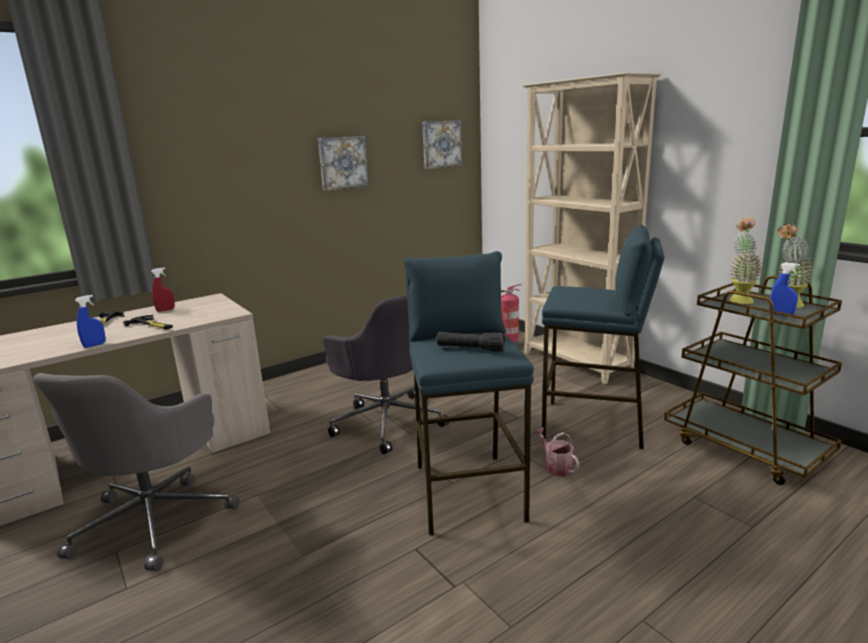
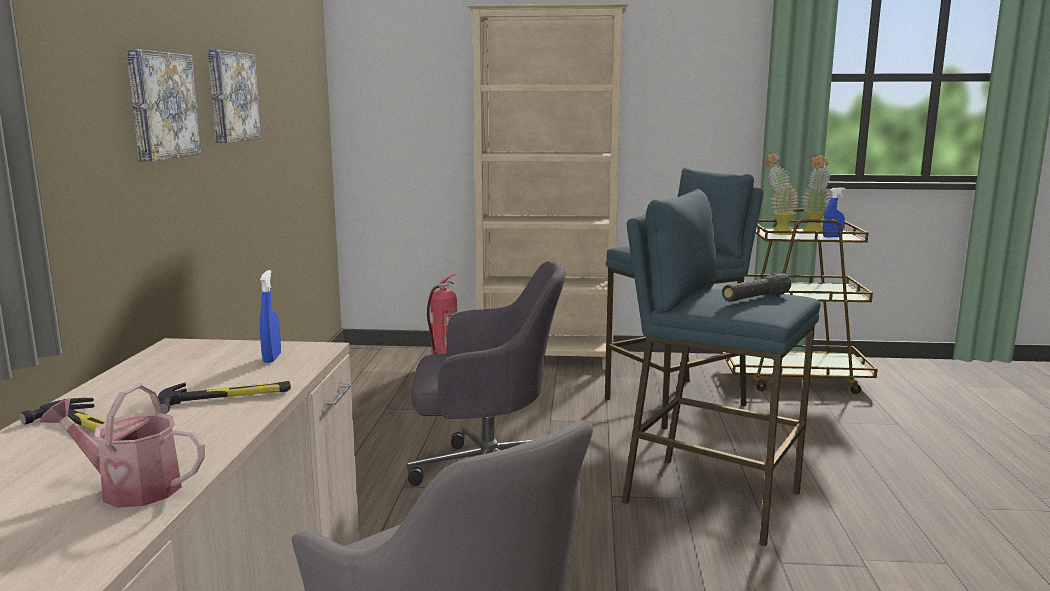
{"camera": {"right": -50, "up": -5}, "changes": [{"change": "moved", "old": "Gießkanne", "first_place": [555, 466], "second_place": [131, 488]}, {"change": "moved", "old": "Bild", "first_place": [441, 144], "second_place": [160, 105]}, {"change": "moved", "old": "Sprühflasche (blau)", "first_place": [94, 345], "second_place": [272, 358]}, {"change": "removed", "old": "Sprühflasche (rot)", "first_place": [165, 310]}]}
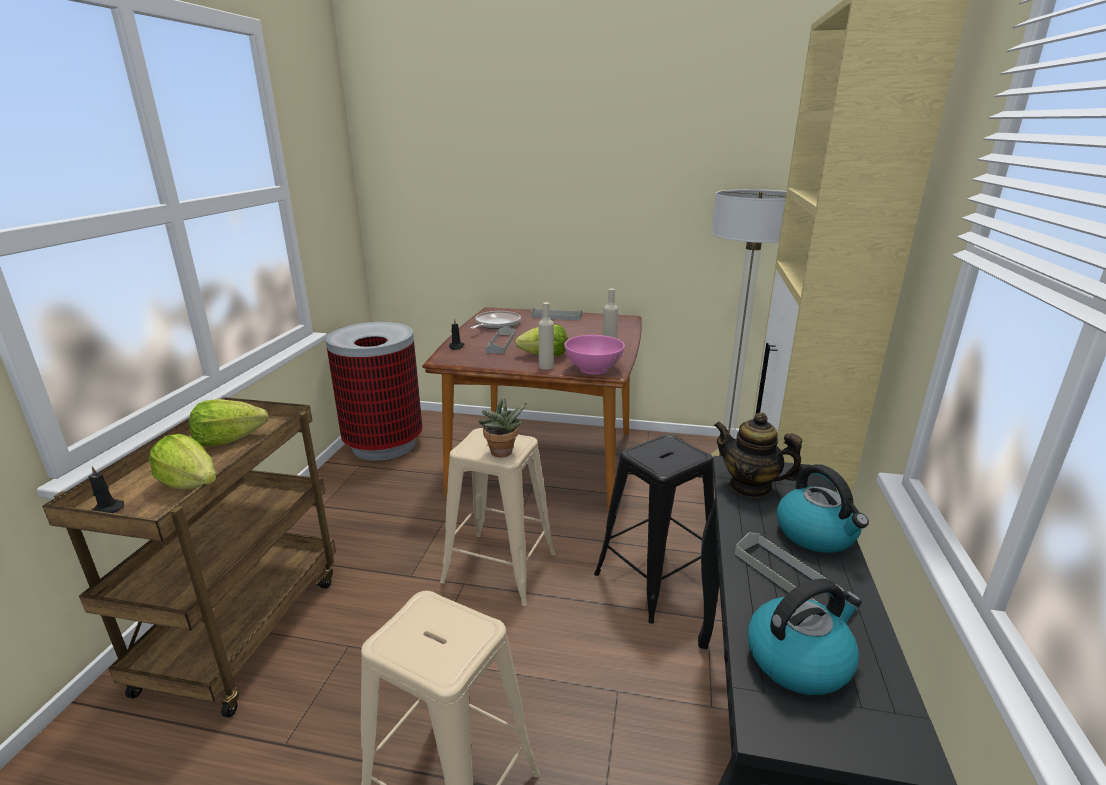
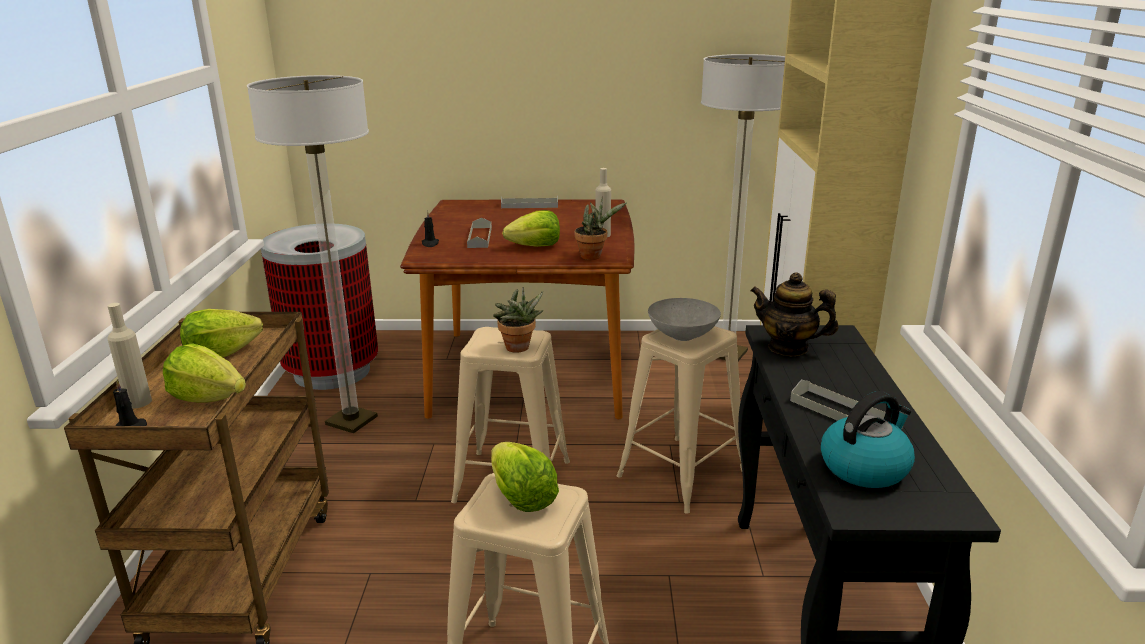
{"camera": {"right": -10, "up": 0}, "changes": [{"change": "moved", "old": "Flasche (beige)", "first_place": [546, 366], "second_place": [138, 402]}, {"change": "added", "new": "Stehlampe", "second_place": [351, 421]}, {"change": "added", "new": "Salatkopf", "second_place": [521, 497]}, {"change": "replaced", "old": "Schüssel (rosa)", "new": "Topfpflanze", "first_place": [593, 369], "second_place": [594, 256]}, {"change": "recoloured", "old": "Hocker (schwarz)", "new": "Hocker (beige)", "first_place": [655, 578], "second_place": [681, 473]}, {"change": "added", "new": "Schüssel (grau)", "second_place": [683, 336]}, {"change": "removed", "old": "Pfanne", "first_place": [496, 324]}, {"change": "removed", "old": "Wasserkessel", "first_place": [817, 534]}]}
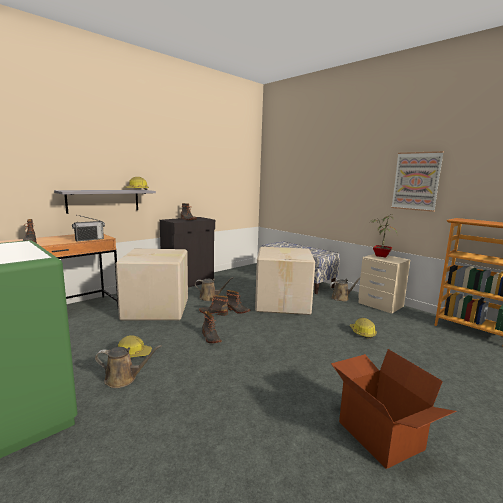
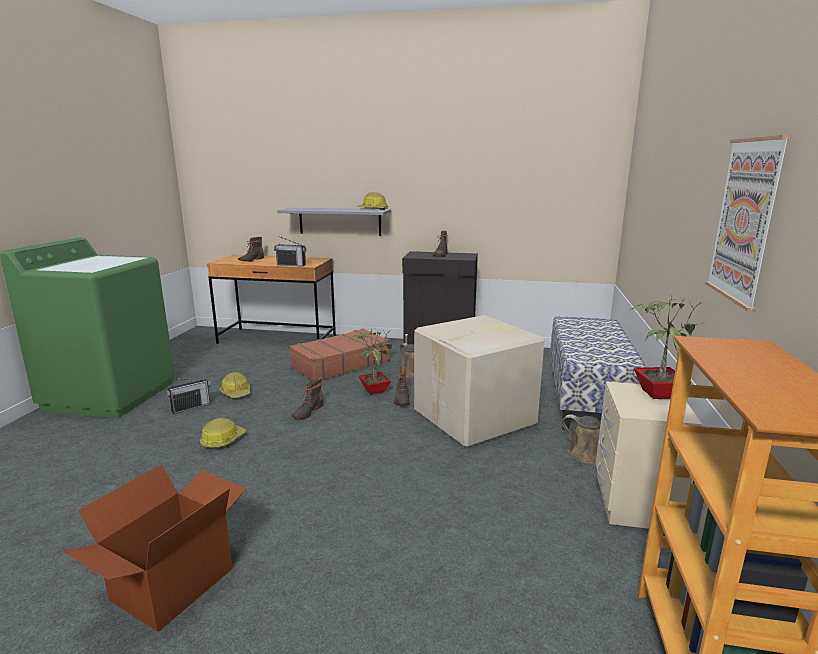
{"camera": {"right": 55, "up": 5}, "changes": [{"change": "replaced", "old": "Gießkanne (braun)", "new": "Radio", "first_place": [124, 379], "second_place": [191, 407]}, {"change": "moved", "old": "Schutzhelm", "first_place": [362, 333], "second_place": [222, 440]}, {"change": "replaced", "old": "Karton", "new": "Koffer (braun)", "first_place": [157, 309], "second_place": [340, 364]}, {"change": "replaced", "old": "Stiefel", "new": "Topfpflanze", "first_place": [213, 313], "second_place": [374, 390]}]}
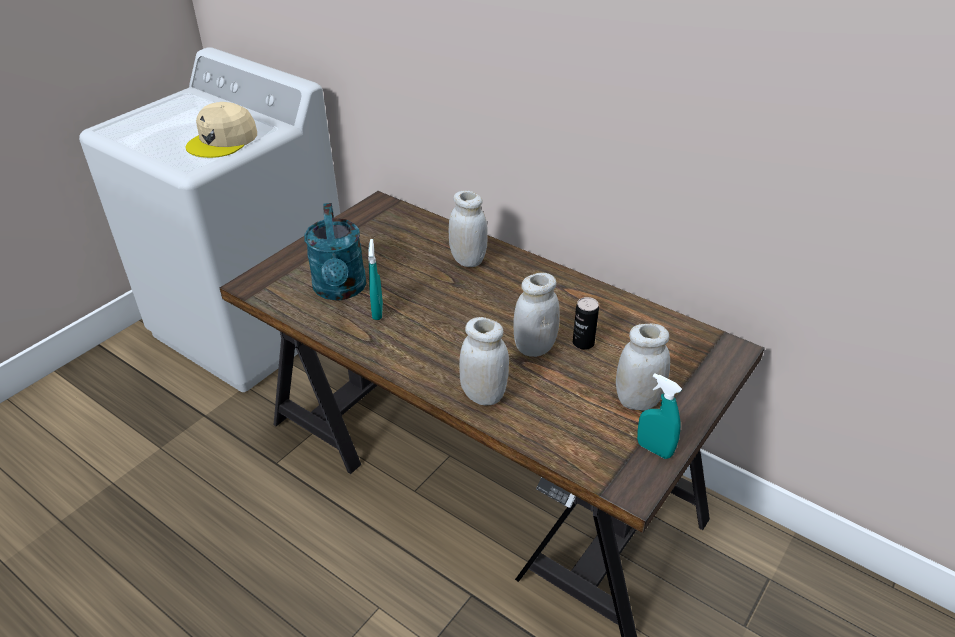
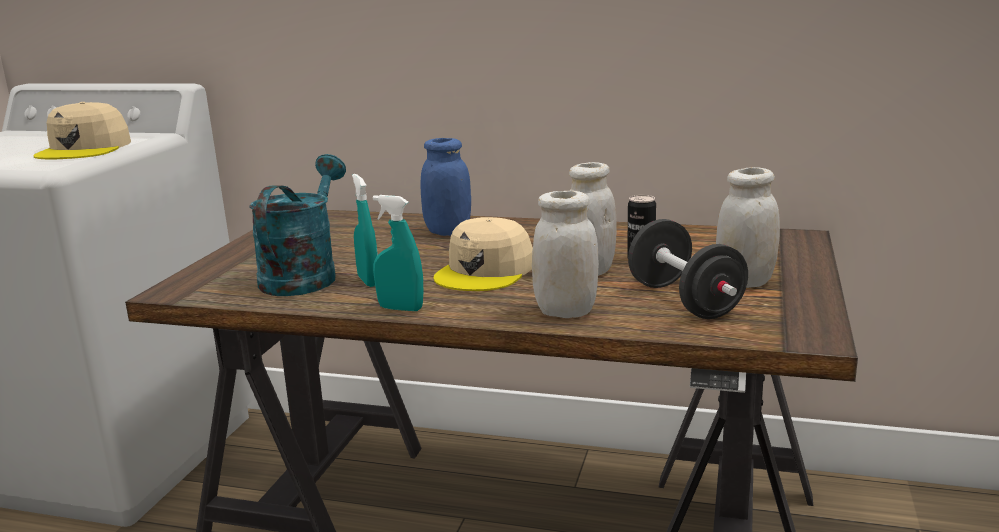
{"camera": {"right": -20, "up": -20}, "changes": [{"change": "turned", "old": "Gießkanne (türkis)", "first_place": [340, 290], "second_place": [304, 275], "degrees": -135}, {"change": "moved", "old": "Sprühflasche (türkis)", "first_place": [654, 449], "second_place": [400, 308]}, {"change": "recoloured", "old": "Vorratsglas (weiß)", "new": "Vorratsglas (blau)", "first_place": [468, 260], "second_place": [448, 232]}, {"change": "added", "new": "Kappe (beige)", "second_place": [485, 271]}, {"change": "added", "new": "Hantel (schwarz)", "second_place": [684, 301]}]}
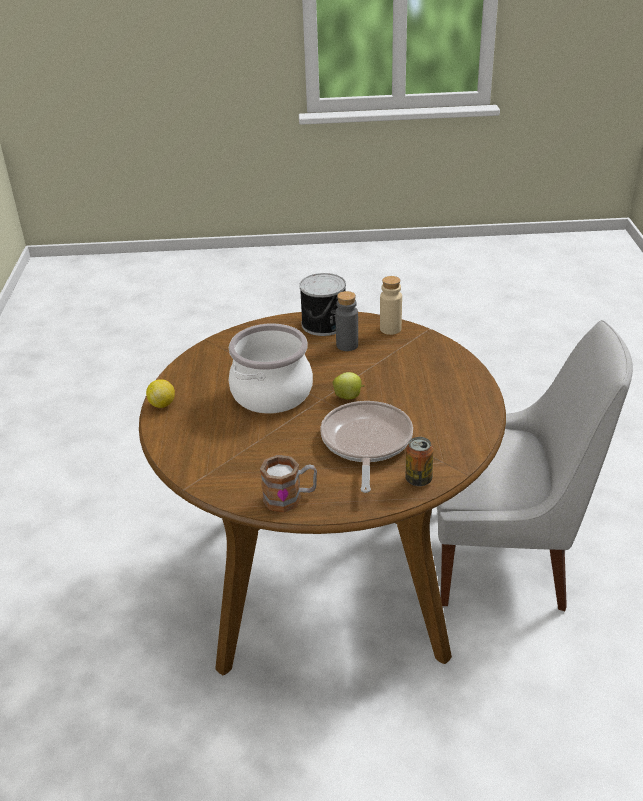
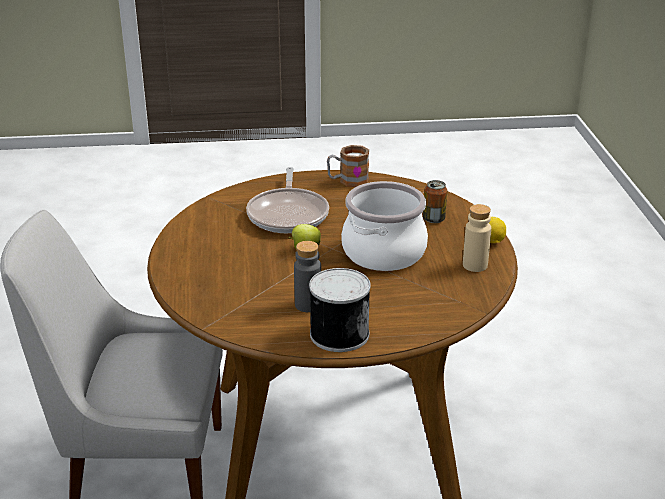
{"camera": {"right": 175, "up": -5}, "changes": [{"change": "moved", "old": "Dose", "first_place": [418, 479], "second_place": [434, 219]}, {"change": "moved", "old": "Flasche (beige)", "first_place": [390, 329], "second_place": [475, 265]}]}
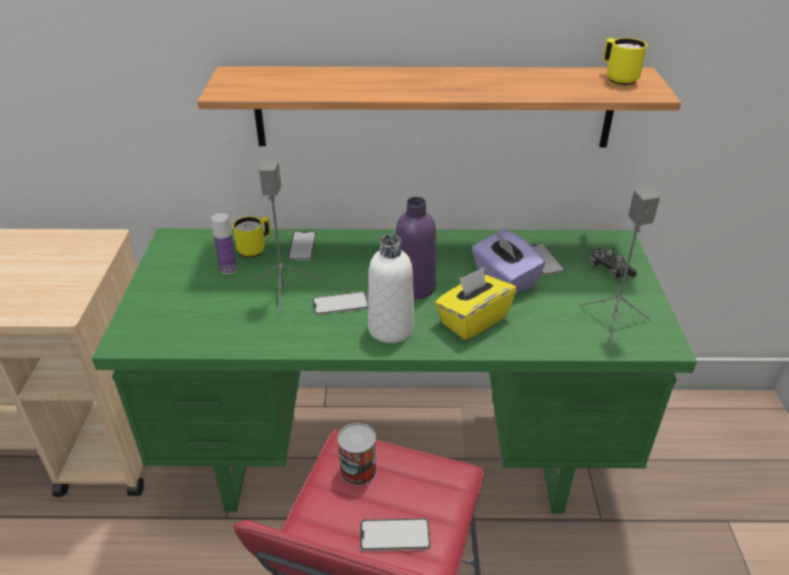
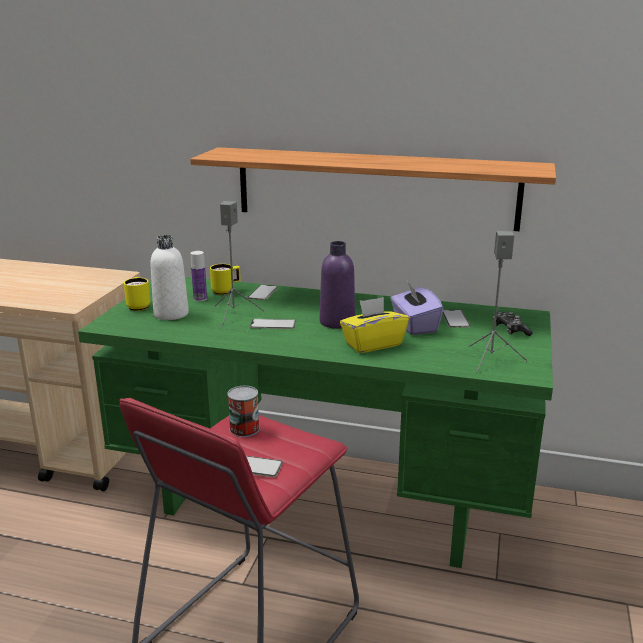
{"camera": {"right": 15, "up": -15}, "changes": [{"change": "moved", "old": "Henkelbecher (gelb)", "first_place": [617, 79], "second_place": [138, 306]}, {"change": "moved", "old": "Flasche (weiß)", "first_place": [391, 328], "second_place": [171, 314]}]}
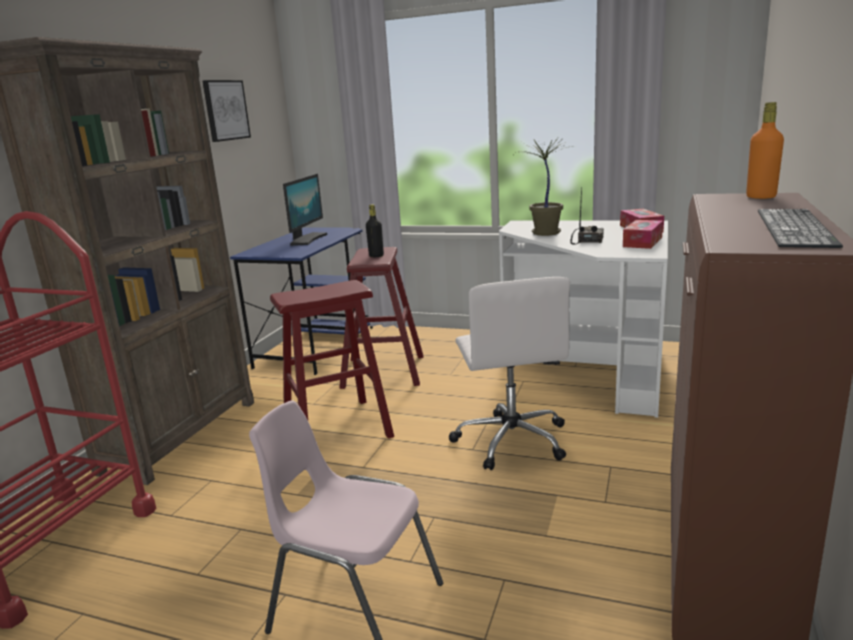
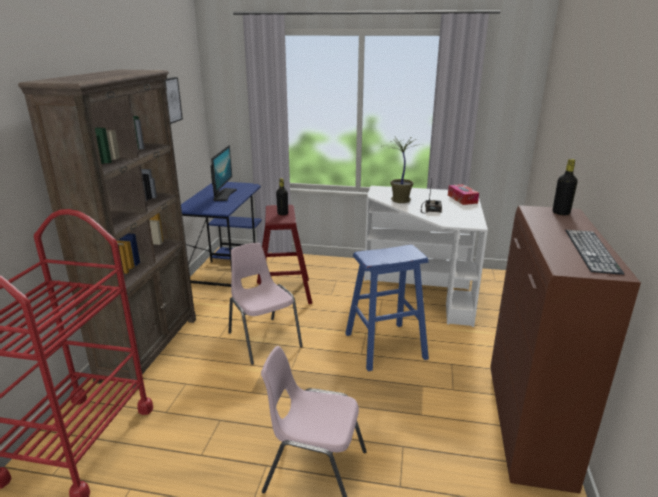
{"camera": {"right": -10, "up": 5}, "changes": [{"change": "replaced", "old": "Hocker (rot)", "new": "Stuhl (rosa)", "first_place": [337, 428], "second_place": [263, 339]}, {"change": "replaced", "old": "Bürostuhl (weiß)", "new": "Hocker (blau)", "first_place": [511, 440], "second_place": [385, 346]}, {"change": "recoloured", "old": "Flasche (orange)", "new": "Flasche (schwarz)", "first_place": [761, 197], "second_place": [561, 213]}, {"change": "removed", "old": "Taschentuchbox", "first_place": [642, 242]}]}
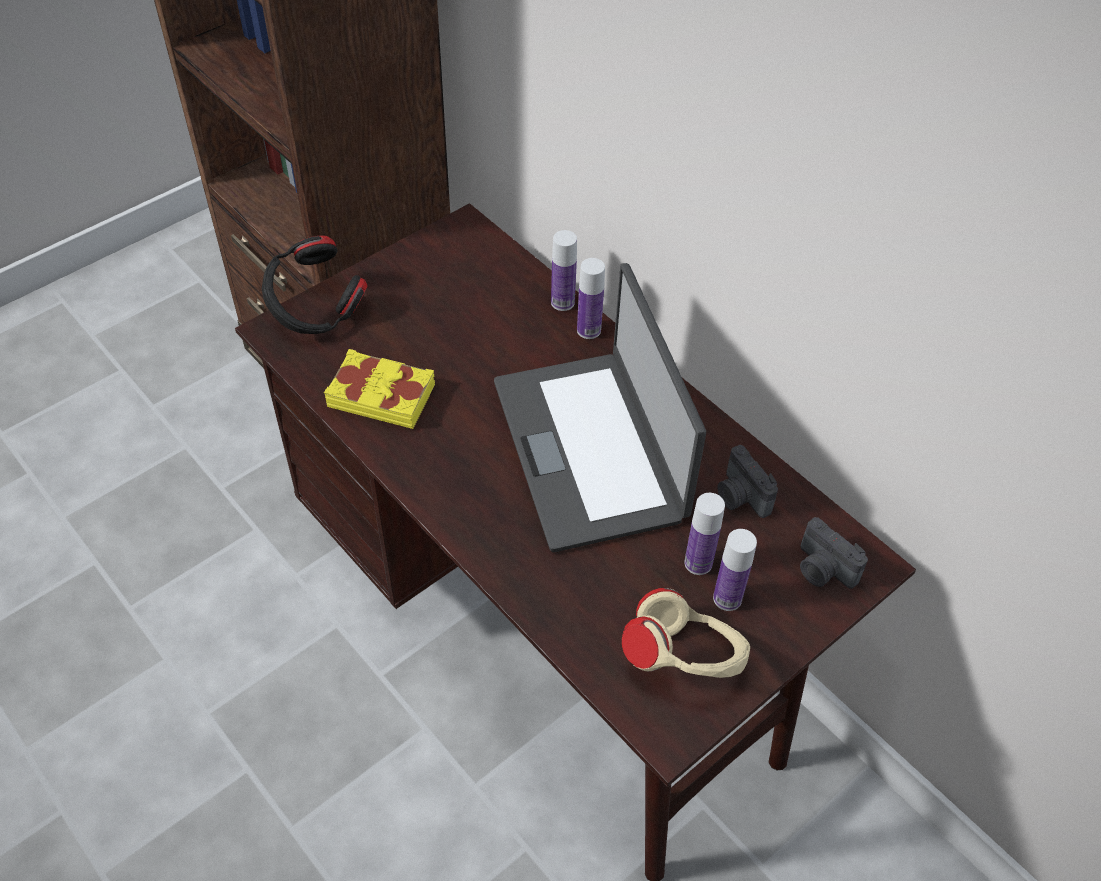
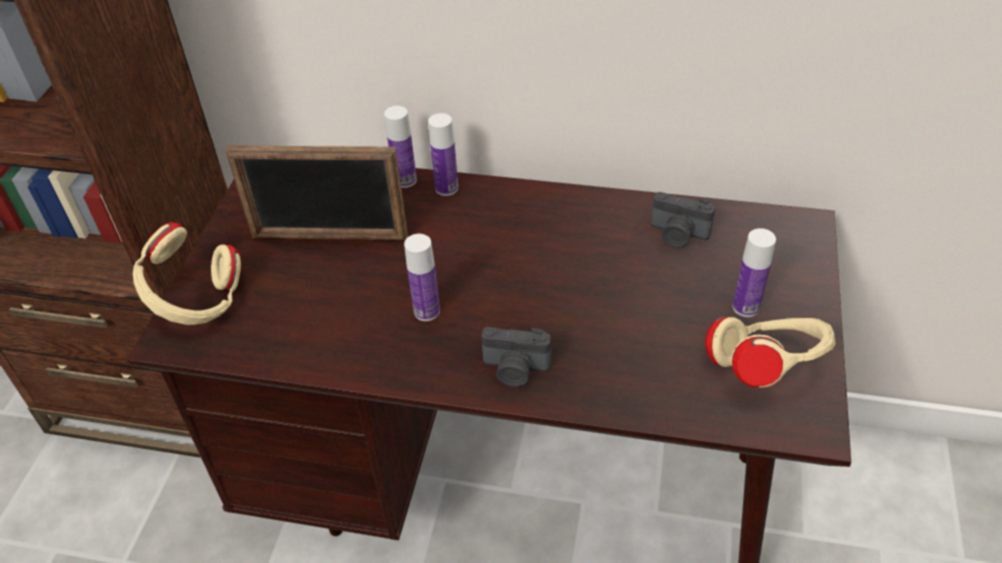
{"camera": {"right": -35, "up": -5}, "changes": [{"change": "recoloured", "old": "Kopfhörer (schwarz)", "new": "Kopfhörer (beige)", "first_place": [316, 313], "second_place": [197, 303]}, {"change": "added", "new": "Bilderrahmen", "second_place": [329, 237]}, {"change": "moved", "old": "Flasche", "first_place": [698, 563], "second_place": [427, 311]}, {"change": "moved", "old": "Kamera", "first_place": [822, 570], "second_place": [515, 370]}, {"change": "removed", "old": "Buch (gelb)", "first_place": [382, 395]}, {"change": "removed", "old": "Laptop", "first_place": [591, 449]}]}
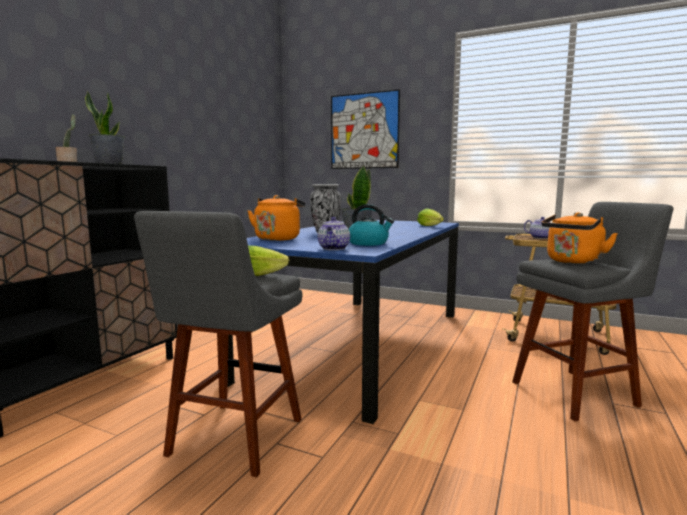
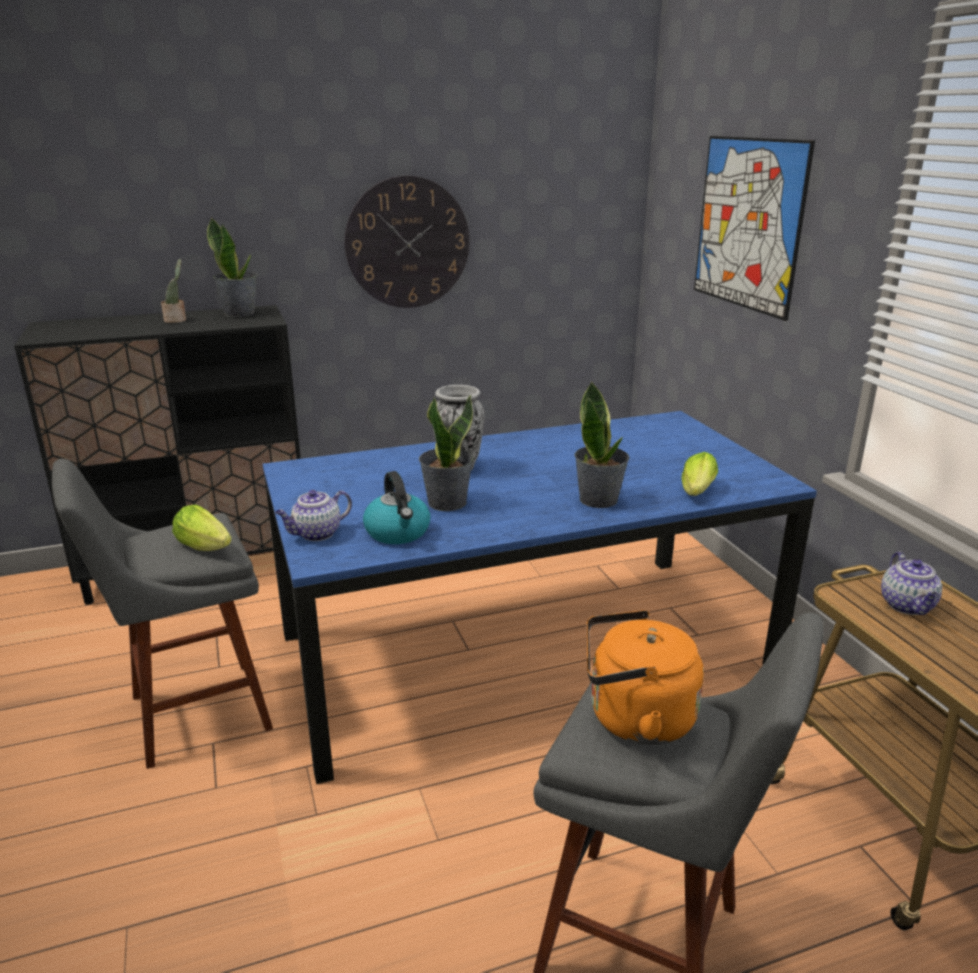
{"camera": {"right": 45, "up": 15}, "changes": [{"change": "added", "new": "Wanduhr", "second_place": [408, 243]}, {"change": "added", "new": "Topfpflanze", "second_place": [599, 499]}, {"change": "removed", "old": "Wasserkessel (orange)", "first_place": [278, 238]}]}
